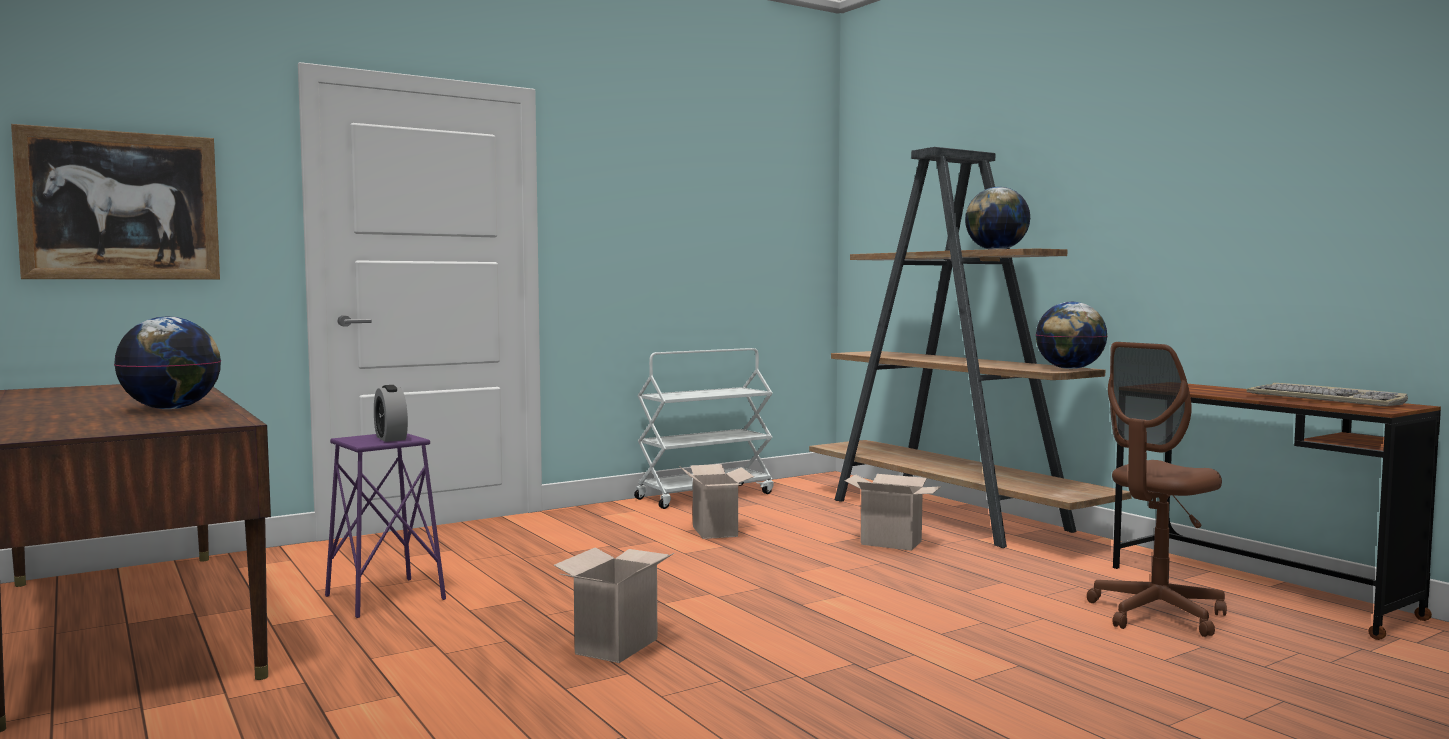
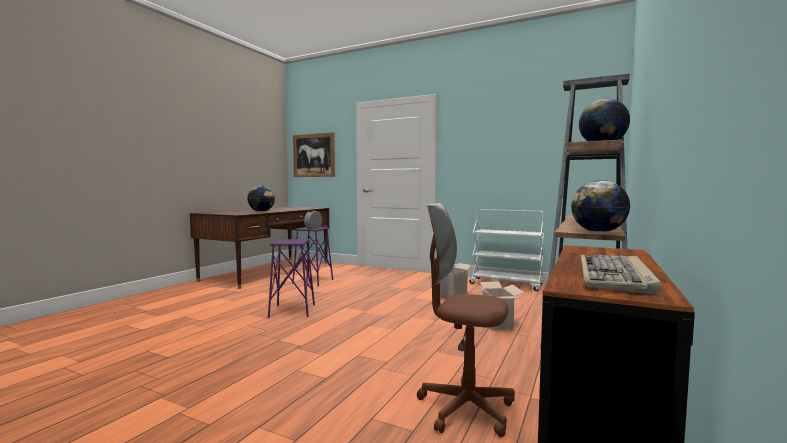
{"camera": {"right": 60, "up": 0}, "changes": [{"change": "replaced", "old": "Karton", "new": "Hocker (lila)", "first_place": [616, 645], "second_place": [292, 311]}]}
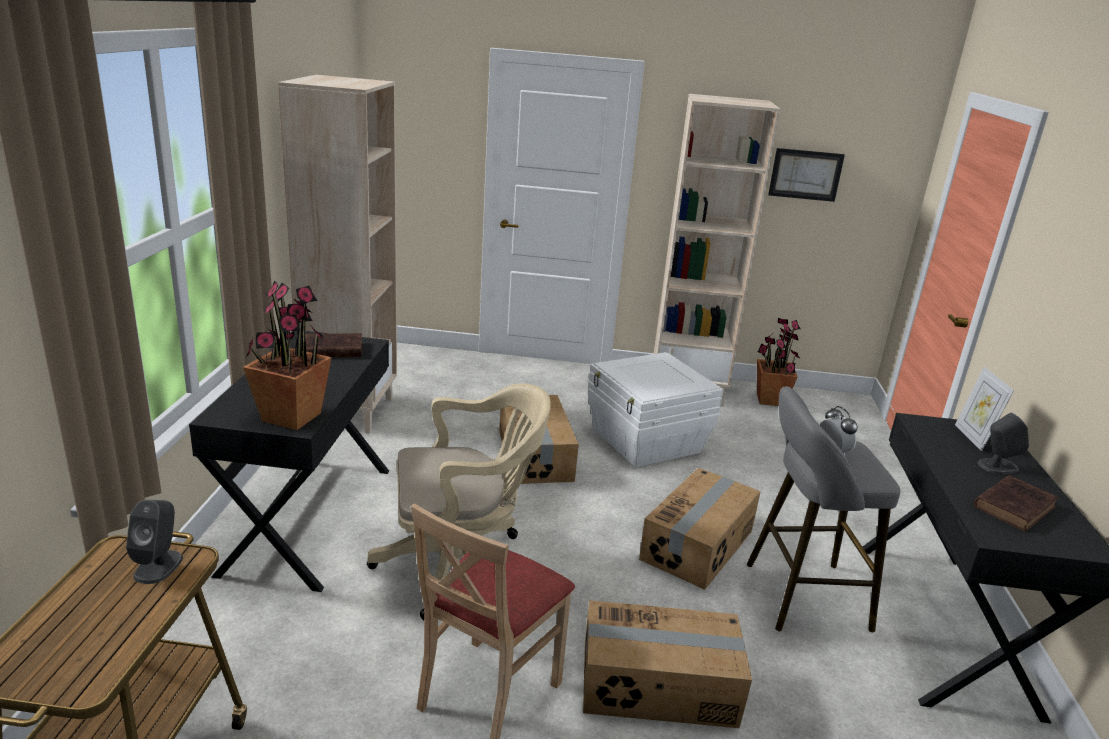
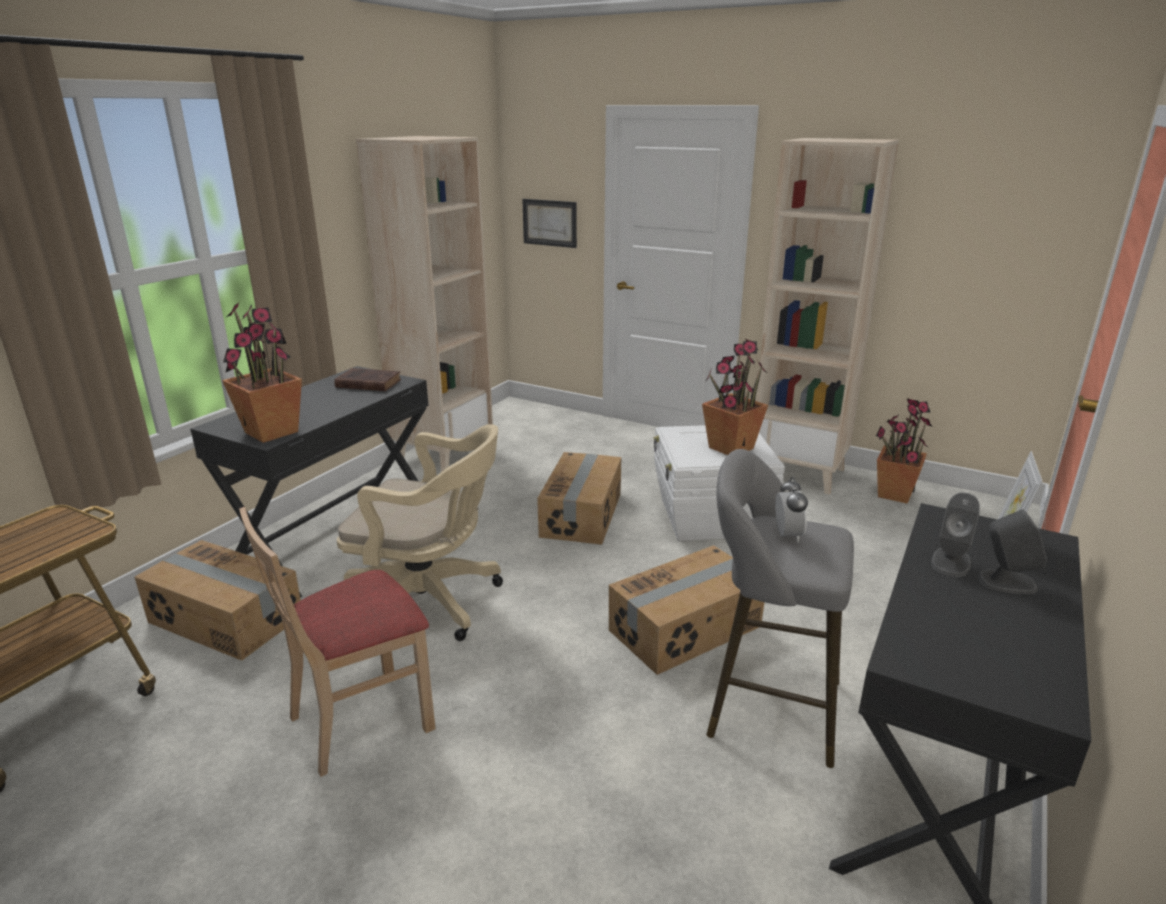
{"camera": {"right": 25, "up": 0}, "changes": [{"change": "moved", "old": "Karton", "first_place": [658, 686], "second_place": [225, 619]}, {"change": "moved", "old": "Bild", "first_place": [805, 174], "second_place": [550, 223]}, {"change": "added", "new": "Topfpflanze", "second_place": [730, 448]}, {"change": "moved", "old": "Lautsprecher (grau)", "first_place": [159, 566], "second_place": [951, 562]}, {"change": "removed", "old": "Buch (braun)", "first_place": [1015, 506]}]}
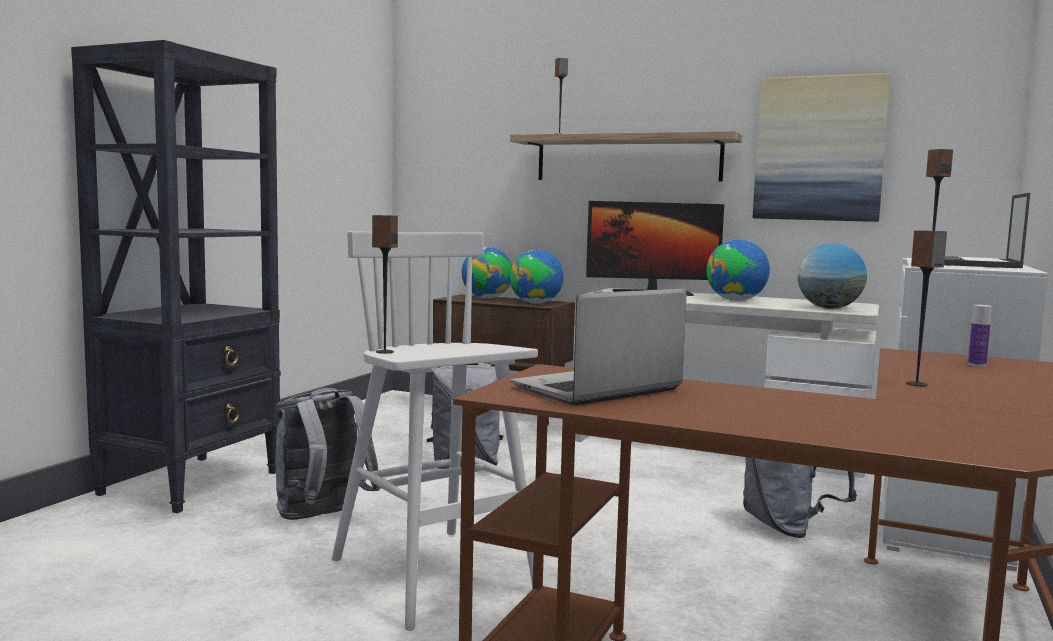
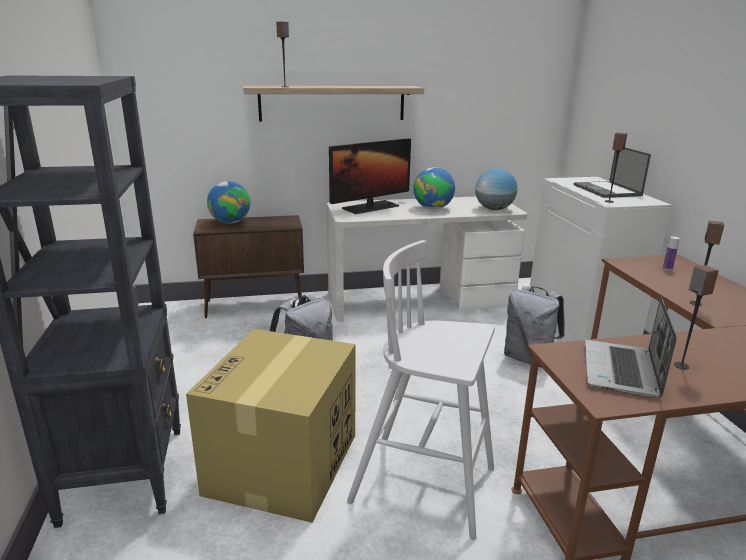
{"camera": {"right": -35, "up": 15}, "changes": [{"change": "replaced", "old": "Rucksack (grau)", "new": "Karton", "first_place": [322, 517], "second_place": [282, 465]}, {"change": "moved", "old": "Lautsprecher", "first_place": [384, 352], "second_place": [681, 366]}, {"change": "removed", "old": "Globus", "first_place": [536, 303]}, {"change": "removed", "old": "Bild", "first_place": [819, 149]}]}
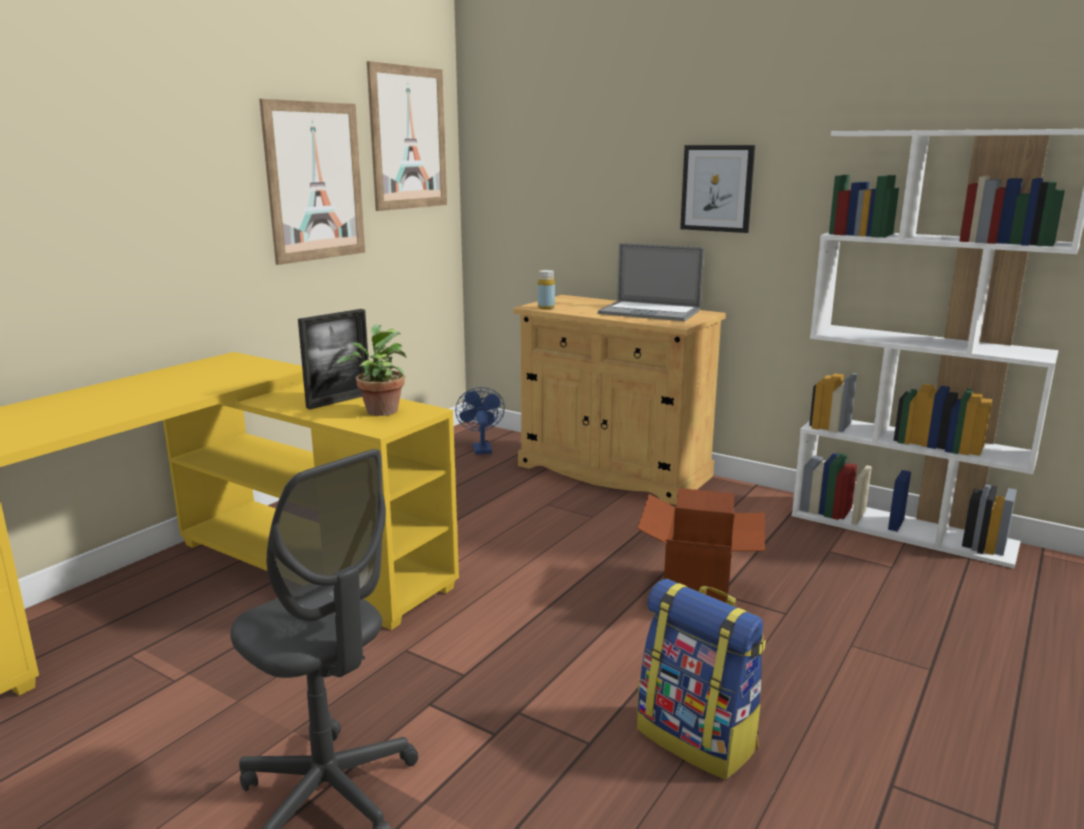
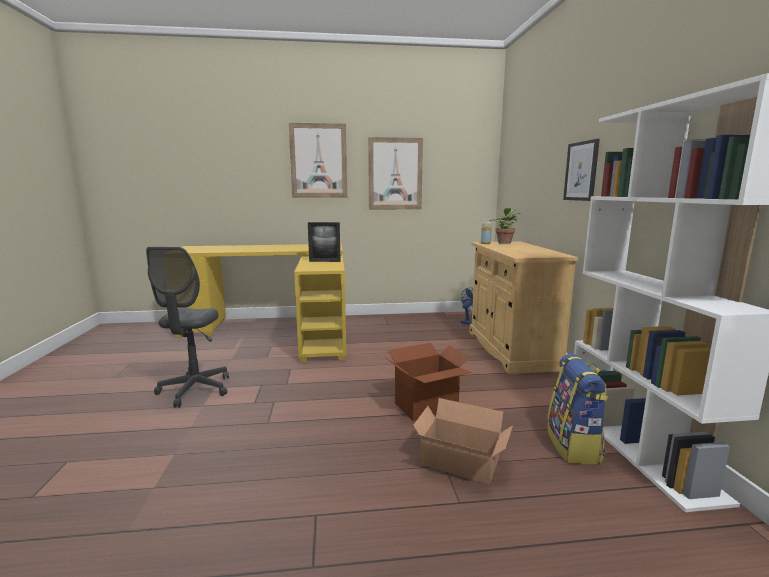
{"camera": {"right": 50, "up": -5}, "changes": [{"change": "moved", "old": "Bild", "first_place": [408, 138], "second_place": [318, 161]}, {"change": "added", "new": "Karton", "second_place": [461, 463]}, {"change": "moved", "old": "Topfpflanze", "first_place": [380, 410], "second_place": [504, 242]}, {"change": "moved", "old": "Rucksack", "first_place": [698, 738], "second_place": [574, 446]}, {"change": "removed", "old": "Laptop", "first_place": [649, 312]}]}
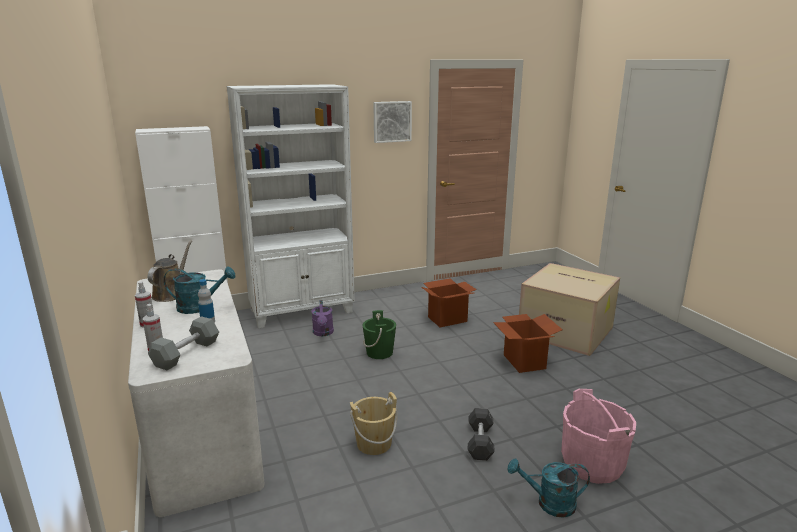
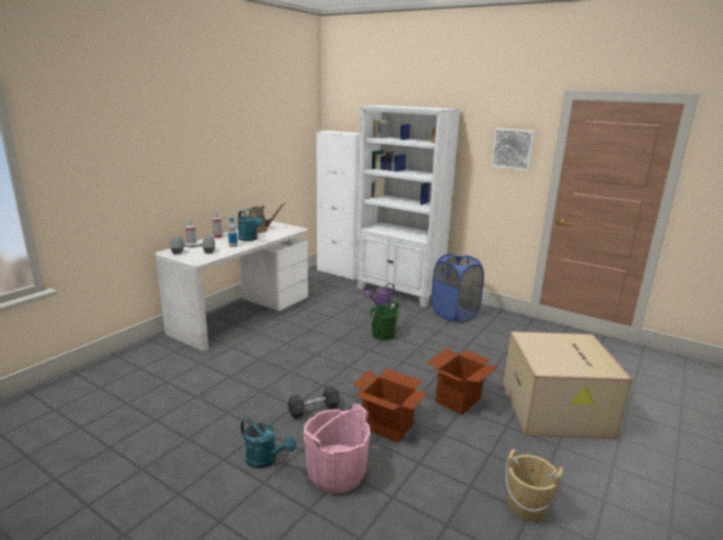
{"camera": {"right": 55, "up": 0}, "changes": [{"change": "turned", "old": "Gießkanne (türkis)", "first_place": [549, 503], "second_place": [266, 460], "degrees": 150}, {"change": "moved", "old": "Karton", "first_place": [447, 319], "second_place": [387, 426]}, {"change": "added", "new": "Wäschekorb (blau)", "second_place": [454, 314]}, {"change": "moved", "old": "Eimer (beige)", "first_place": [374, 443], "second_place": [527, 506]}]}
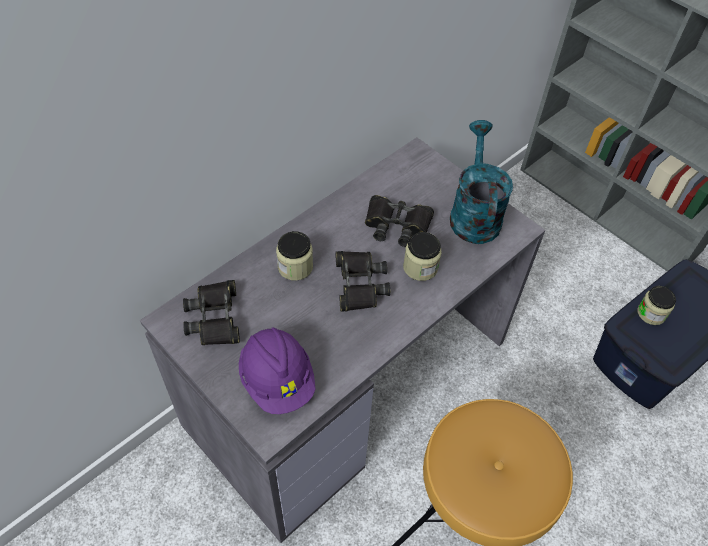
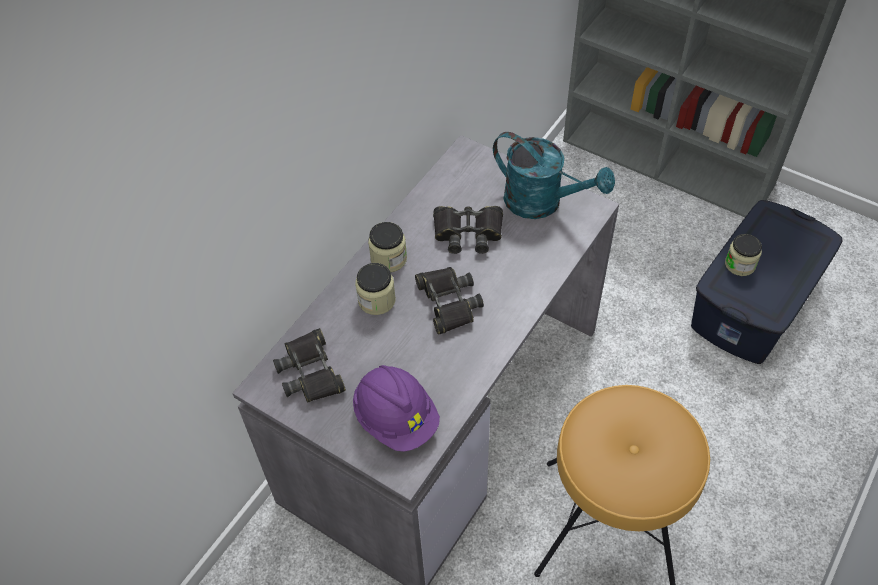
{"camera": {"right": -10, "up": 0}, "changes": [{"change": "moved", "old": "Vorratsglas", "first_place": [420, 267], "second_place": [388, 259]}, {"change": "turned", "old": "Gießkanne (türkis)", "first_place": [474, 213], "second_place": [543, 202], "degrees": 135}]}
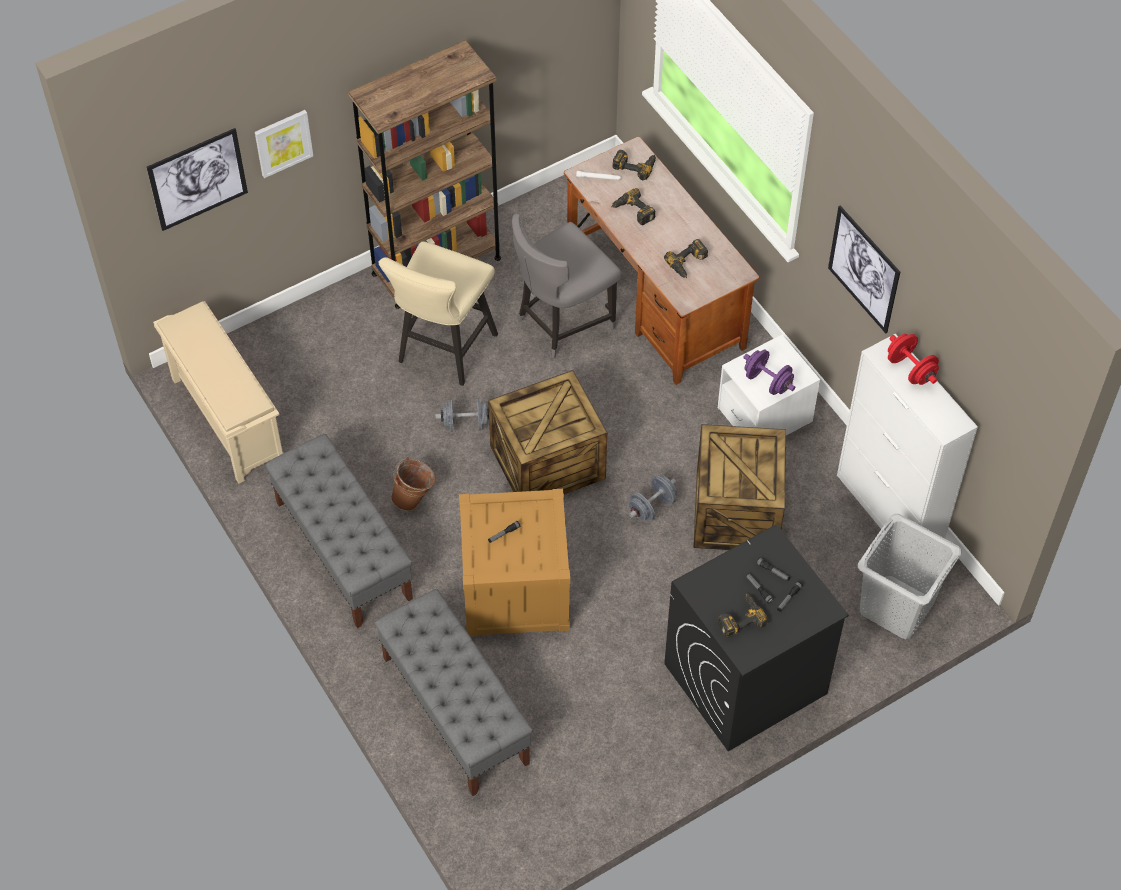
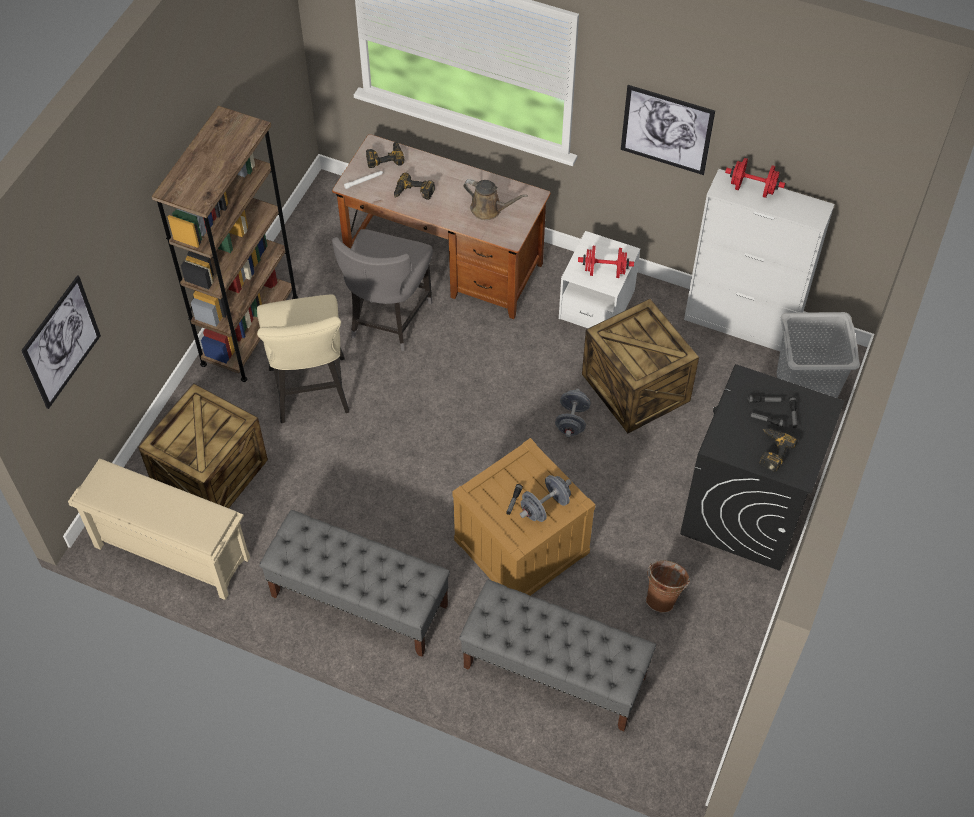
{"camera": {"right": -35, "up": 0}, "changes": [{"change": "moved", "old": "Kiste", "first_place": [547, 461], "second_place": [210, 473]}, {"change": "replaced", "old": "Bohrmaschine", "new": "Gießkanne (braun)", "first_place": [688, 263], "second_place": [489, 209]}, {"change": "moved", "old": "Hantel (grau)", "first_place": [466, 423], "second_place": [545, 507]}, {"change": "recoloured", "old": "Hantel (lila)", "new": "Hantel (rot)", "first_place": [767, 381], "second_place": [604, 271]}, {"change": "moved", "old": "Eimer (braun)", "first_place": [414, 499], "second_place": [663, 596]}, {"change": "removed", "old": "Bild", "first_place": [283, 142]}]}
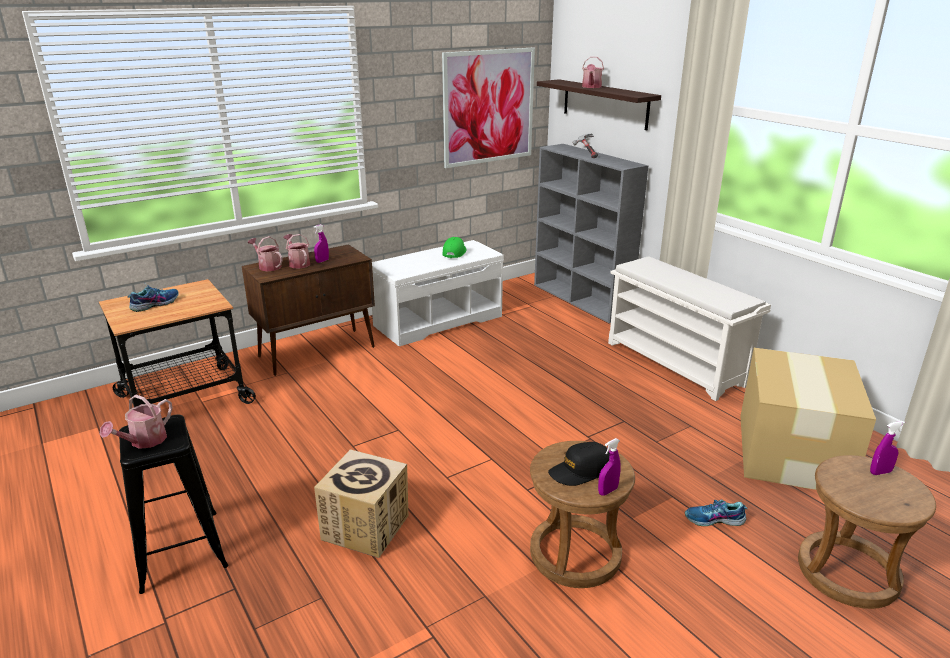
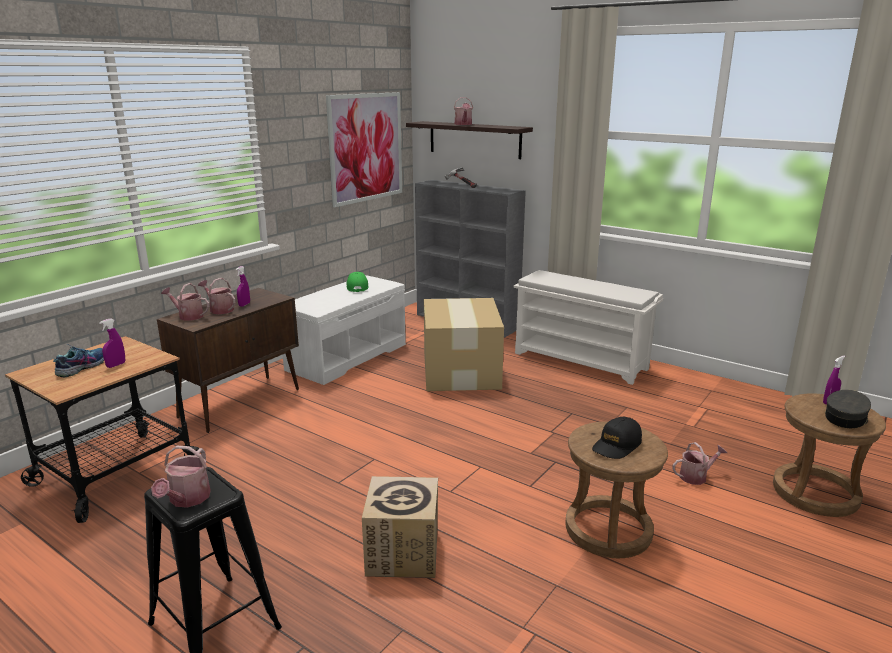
{"camera": {"right": -20, "up": -5}, "changes": [{"change": "moved", "old": "Sprühflasche (lila)", "first_place": [607, 491], "second_place": [116, 365]}, {"change": "moved", "old": "Karton", "first_place": [791, 453], "second_place": [460, 372]}, {"change": "replaced", "old": "Schuh", "new": "Gießkanne", "first_place": [714, 520], "second_place": [696, 476]}, {"change": "added", "new": "Kappe (grau)", "second_place": [845, 418]}]}
